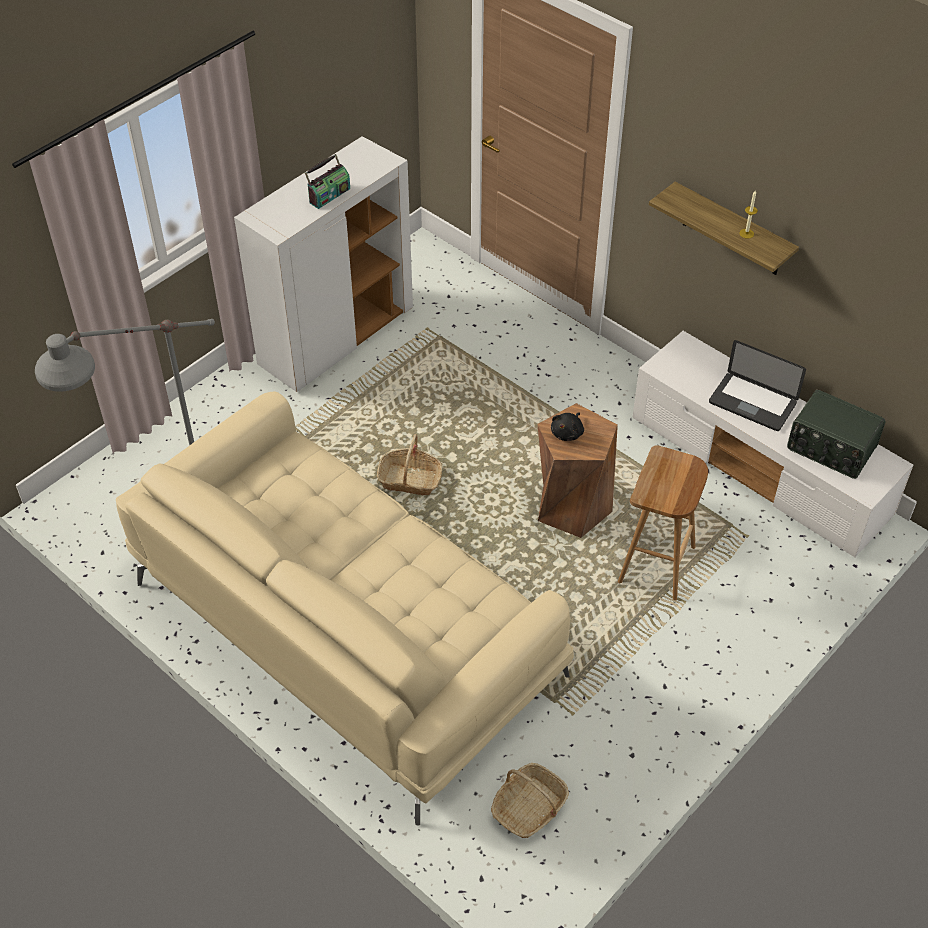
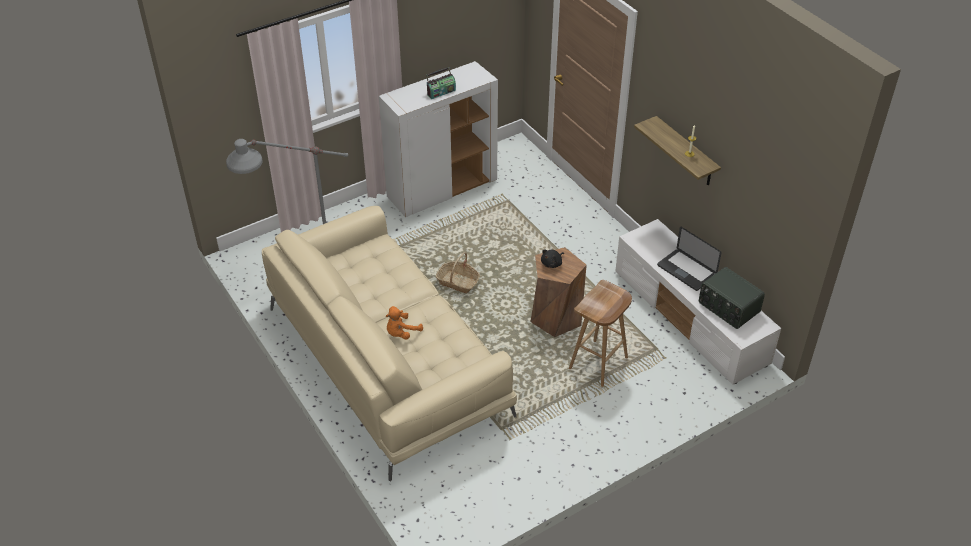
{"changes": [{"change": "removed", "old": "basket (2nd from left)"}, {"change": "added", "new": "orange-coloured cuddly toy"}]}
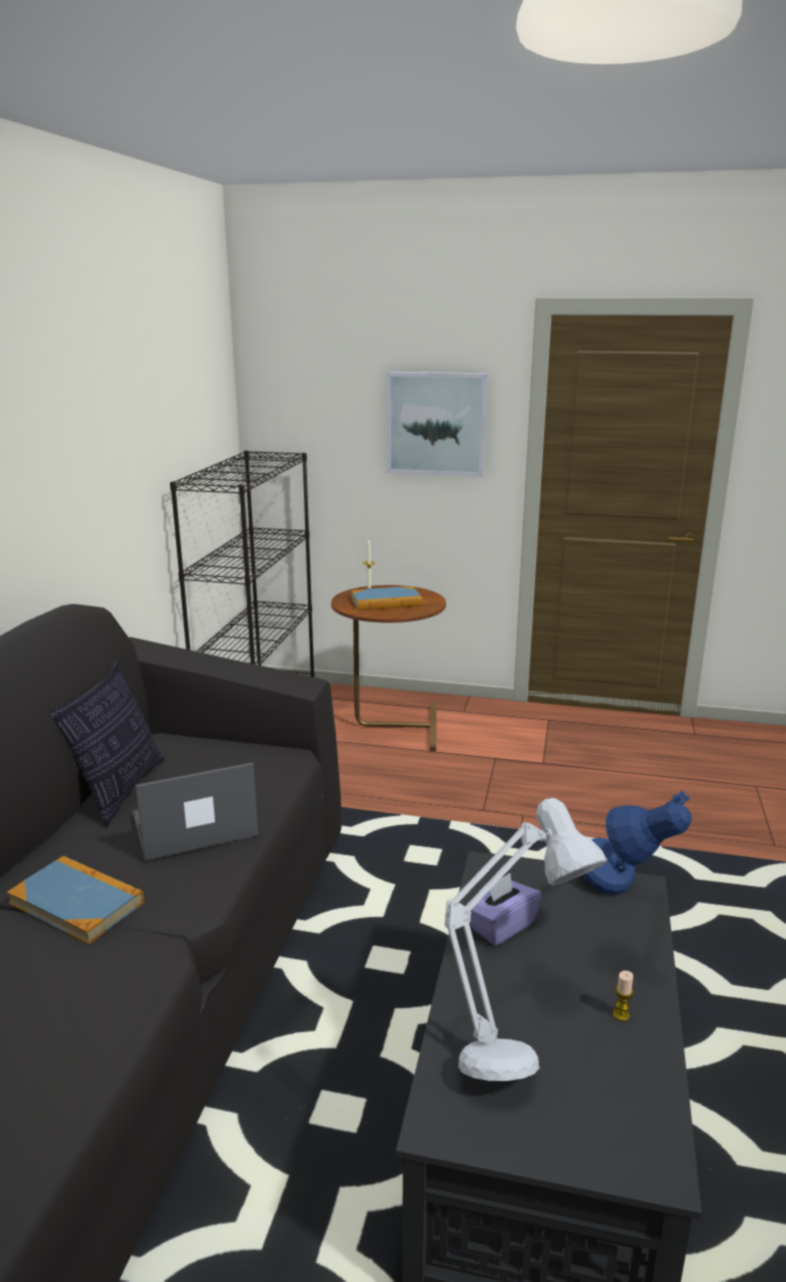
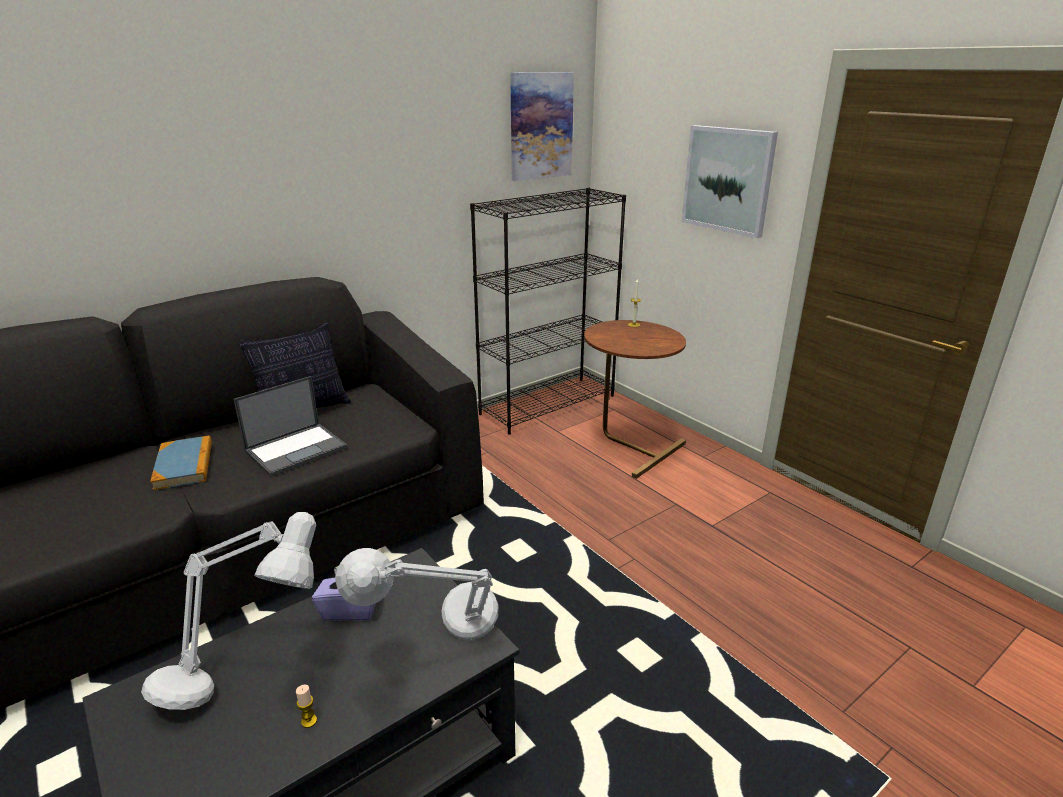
{"changes": [{"change": "turned", "old": "laptop", "degrees": 120}, {"change": "removed", "old": "book (2nd from left)"}, {"change": "recoloured", "old": "blue-coloured tabletop lamp", "new": "greyish tabletop lamp (2nd from left)"}, {"change": "added", "new": "wall art (1st from left)"}]}
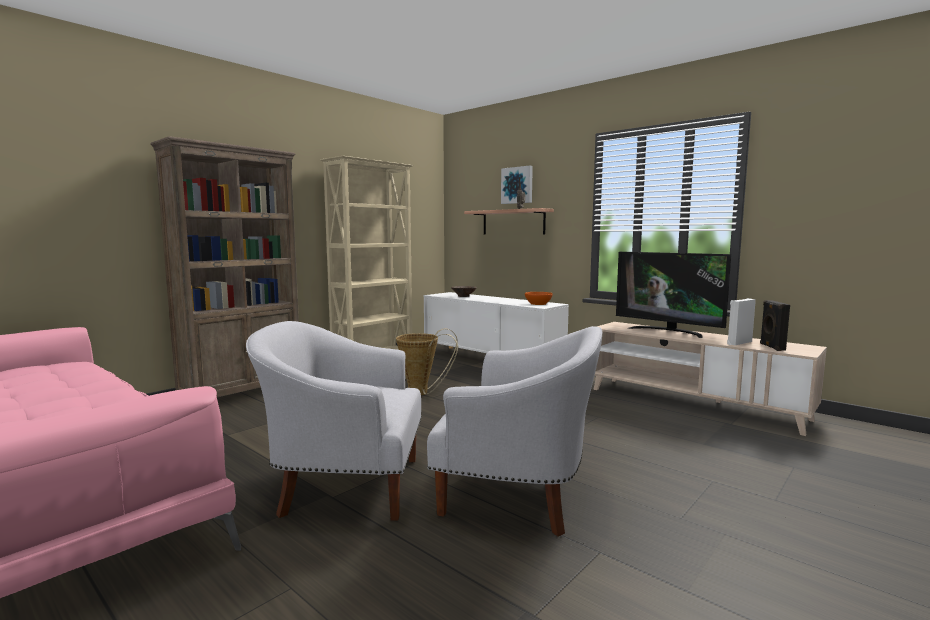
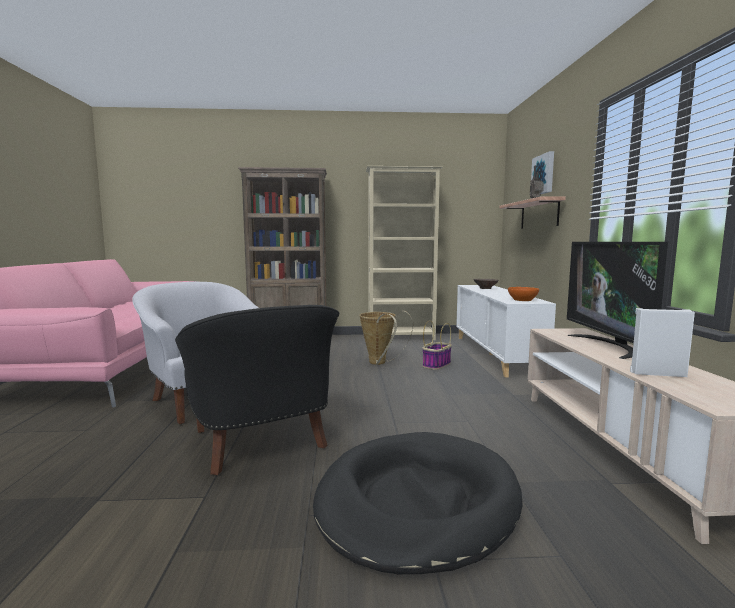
{"changes": [{"change": "recoloured", "old": "whitish armchair (2nd from left)", "new": "black-coloured armchair"}, {"change": "removed", "old": "black-coloured loudspeaker"}, {"change": "added", "new": "black-coloured dog cushion"}, {"change": "added", "new": "basket (2nd from left)"}]}
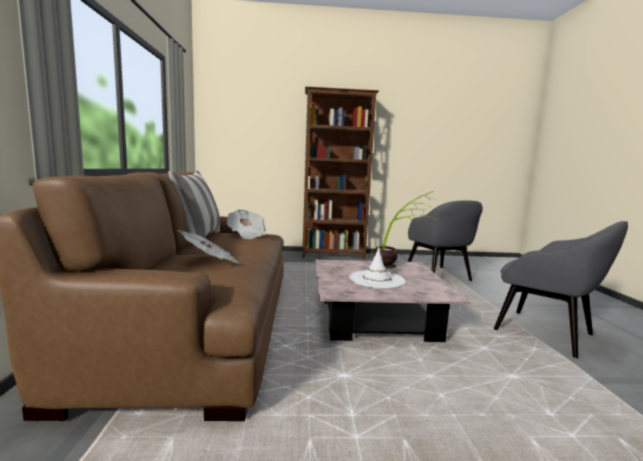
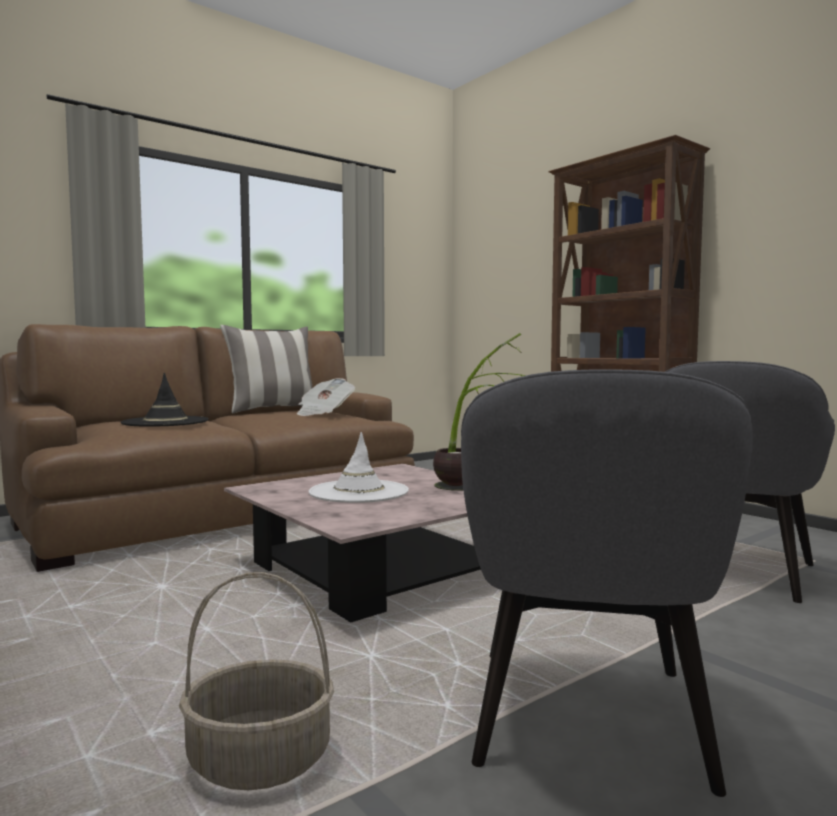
{"changes": [{"change": "replaced", "old": "daily paper (1st from left)", "new": "black-coloured wearable hat"}, {"change": "added", "new": "basket"}]}
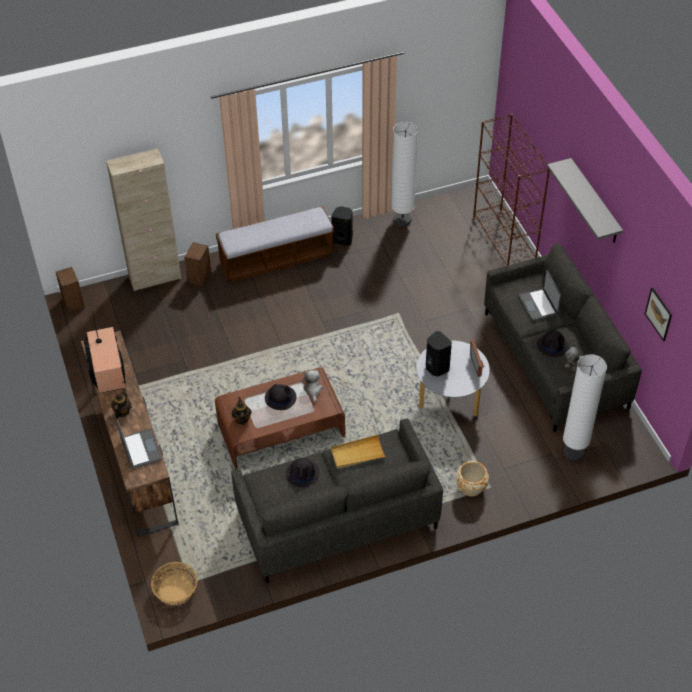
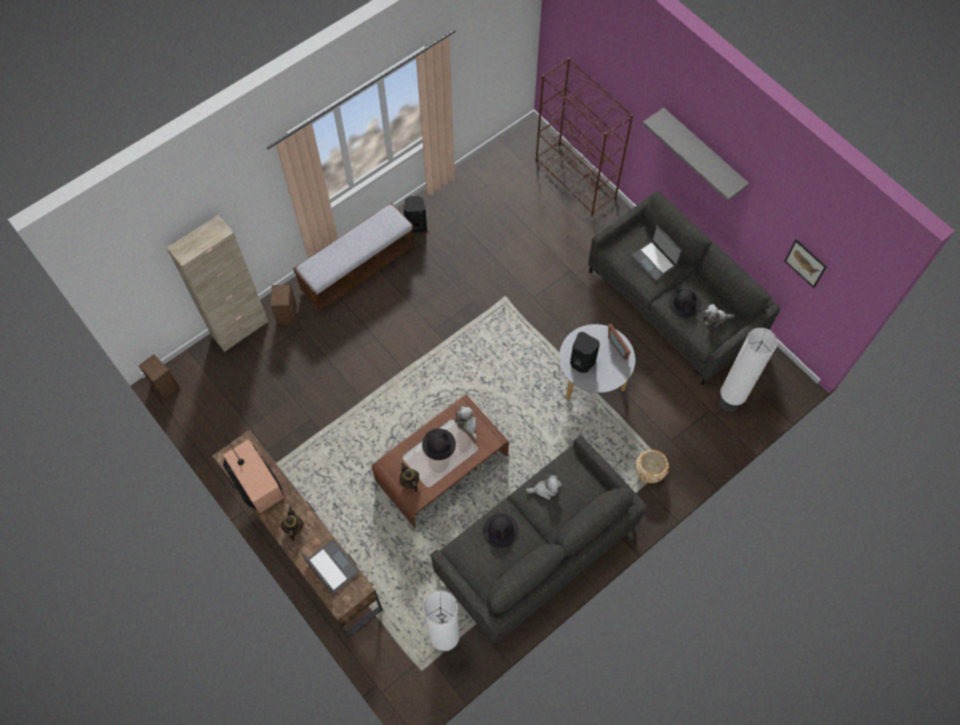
{"changes": [{"change": "removed", "old": "basket"}, {"change": "replaced", "old": "beige carrying tray", "new": "cuddly toy (2nd from left)"}, {"change": "moved", "old": "whitish floor lamp (1st from left)"}]}
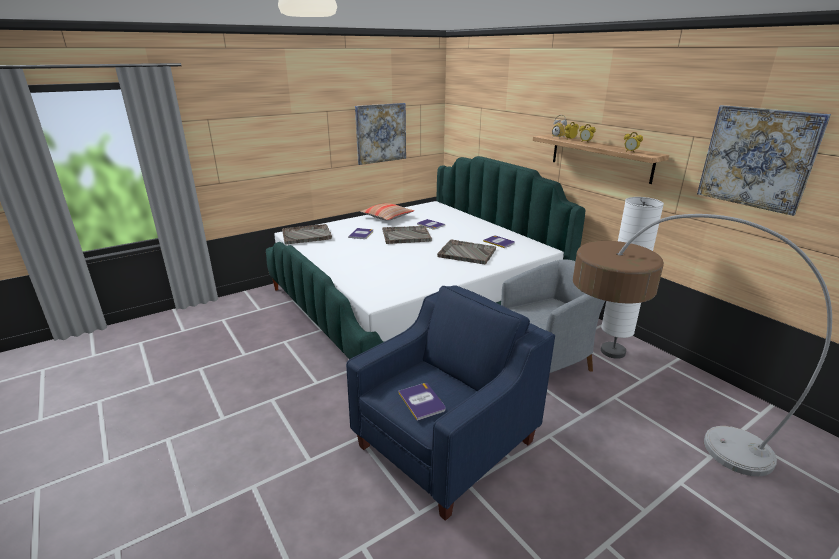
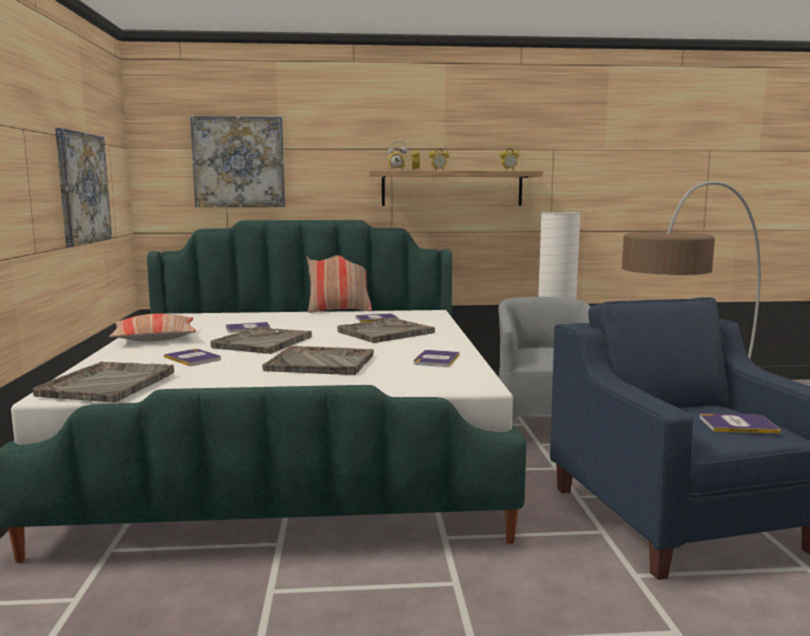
{"changes": [{"change": "moved", "old": "wall art (2nd from left)"}, {"change": "added", "new": "greyish carrying tray (3rd from left)"}, {"change": "added", "new": "throw pillow (2nd from left)"}, {"change": "added", "new": "book (4th from left)"}]}
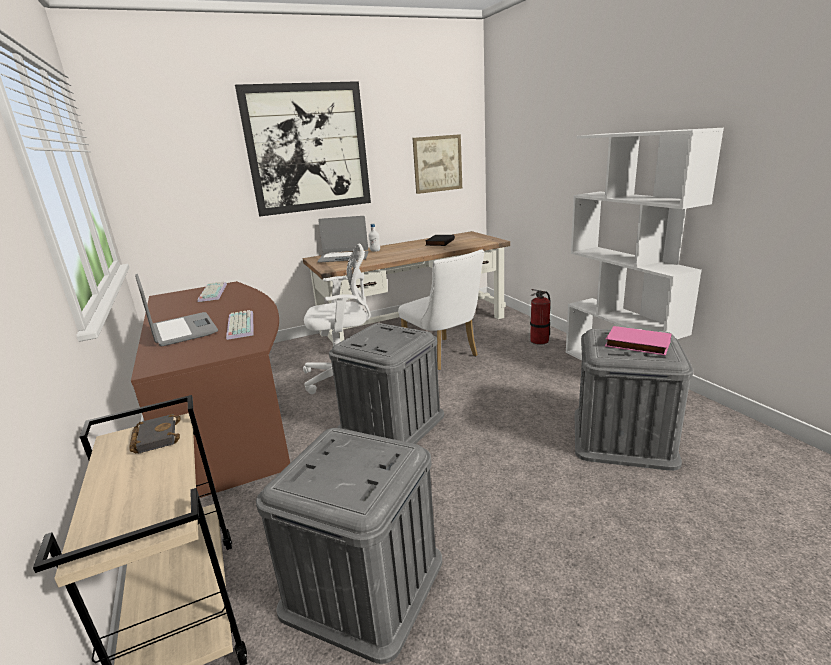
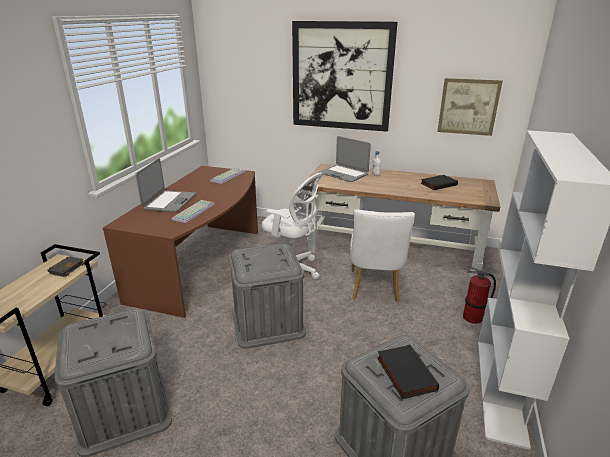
{"changes": [{"change": "recoloured", "old": "pink book", "new": "black-coloured book (2nd from left)"}]}
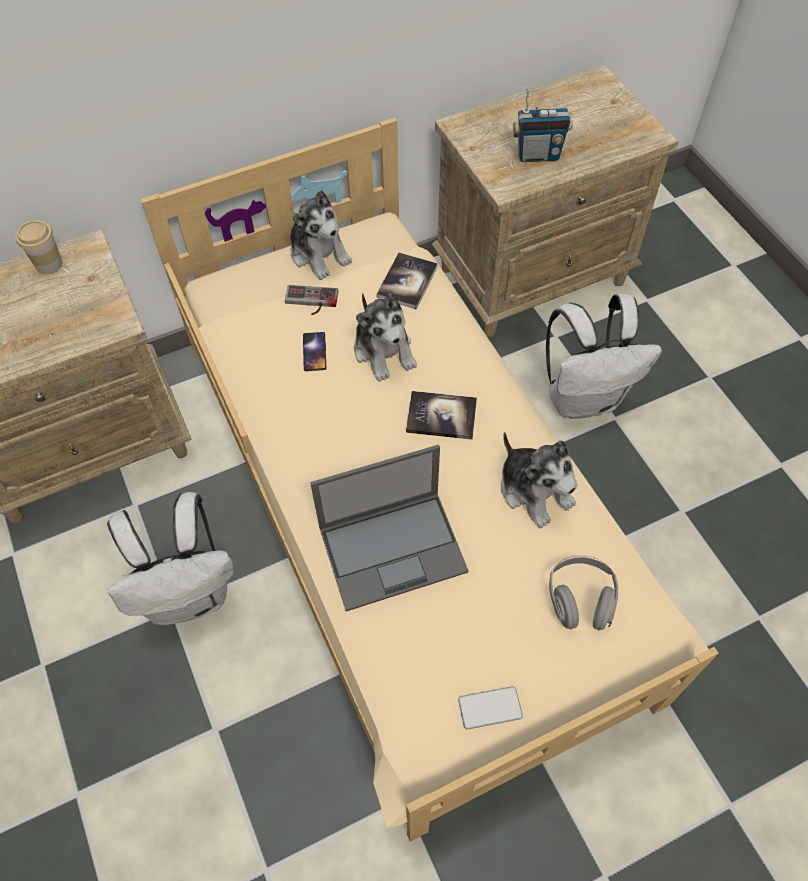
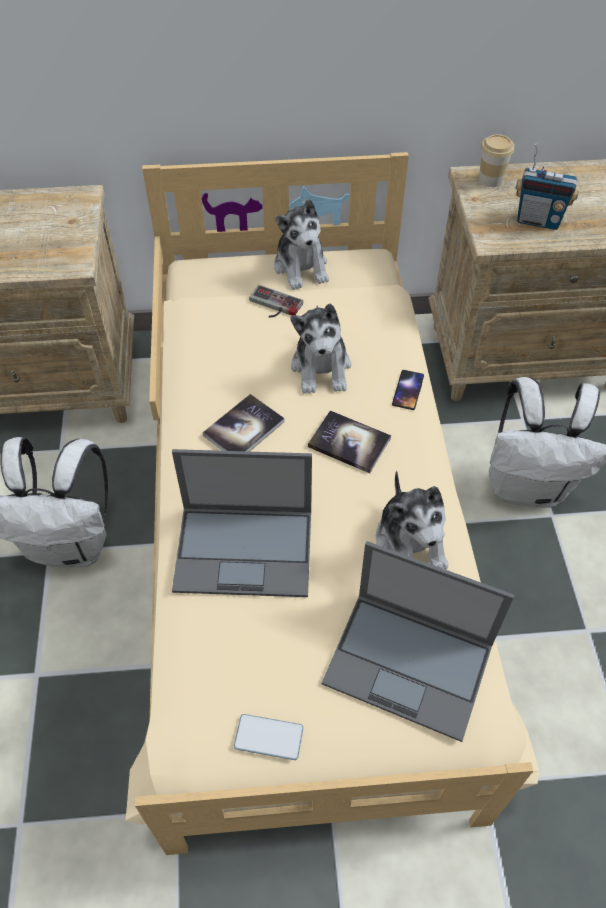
{"changes": [{"change": "moved", "old": "cup"}, {"change": "moved", "old": "handset (1st from left in the first image)", "new": "handset (2nd from left)"}, {"change": "moved", "old": "book (1st from left)"}, {"change": "replaced", "old": "greyish pair of headphones", "new": "laptop (2nd from left)"}]}
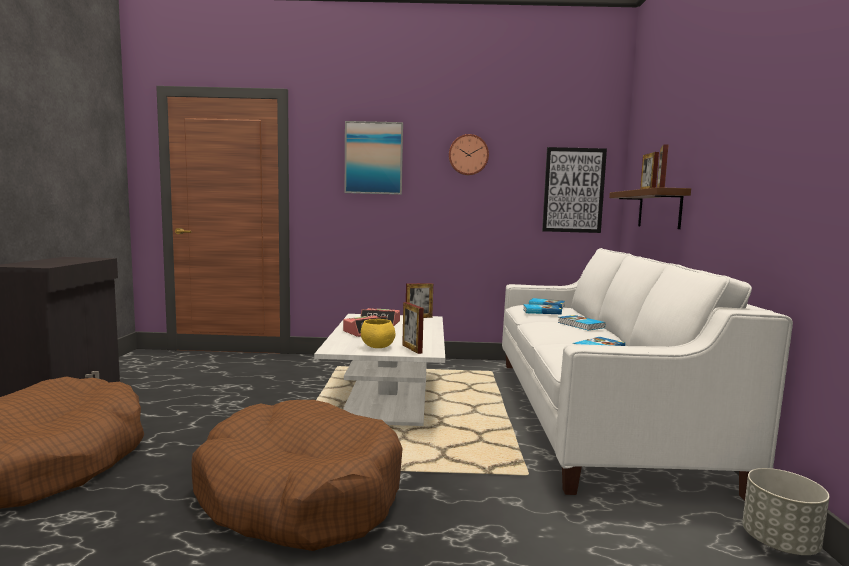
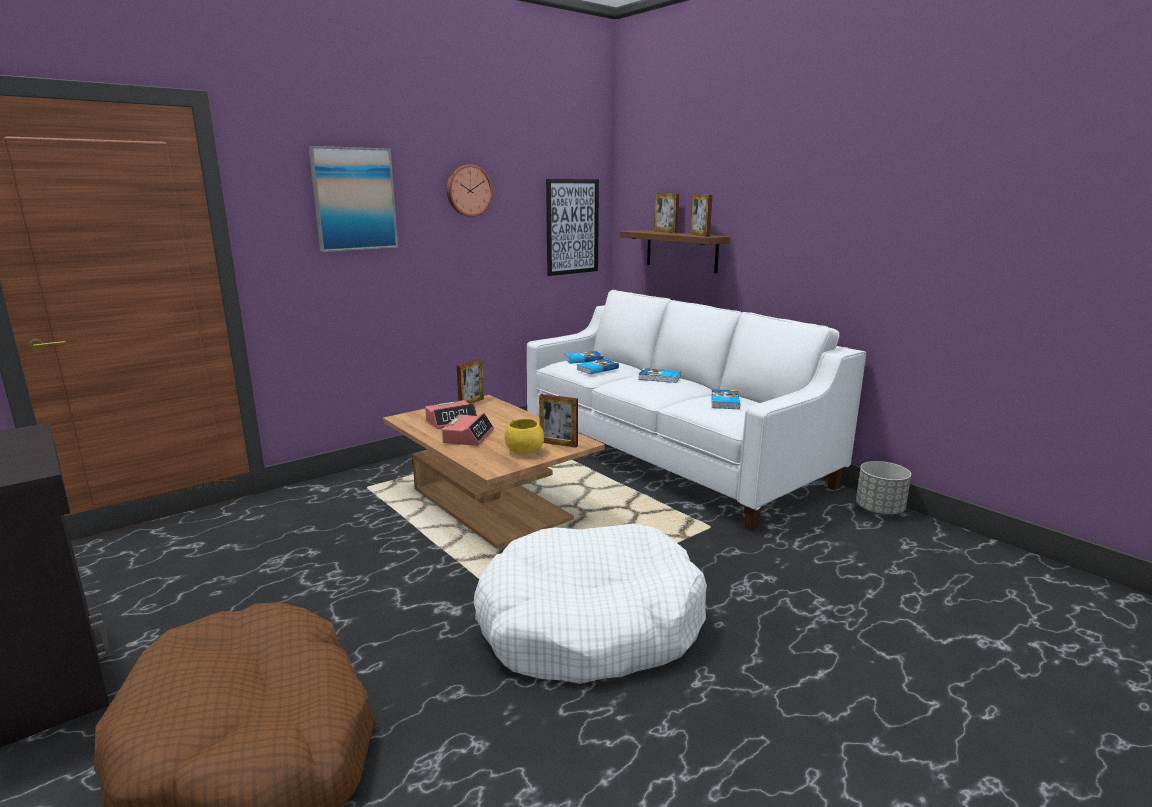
{"changes": [{"change": "recoloured", "old": "brownish dog cushion (2nd from left)", "new": "whitish dog cushion"}, {"change": "recoloured", "old": "whitish coffee table", "new": "brownish coffee table"}]}
